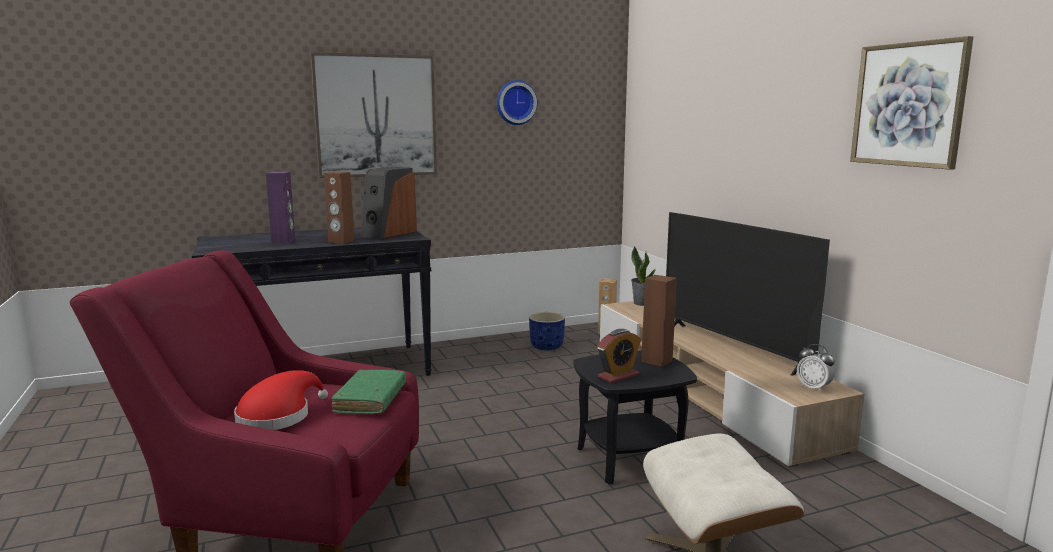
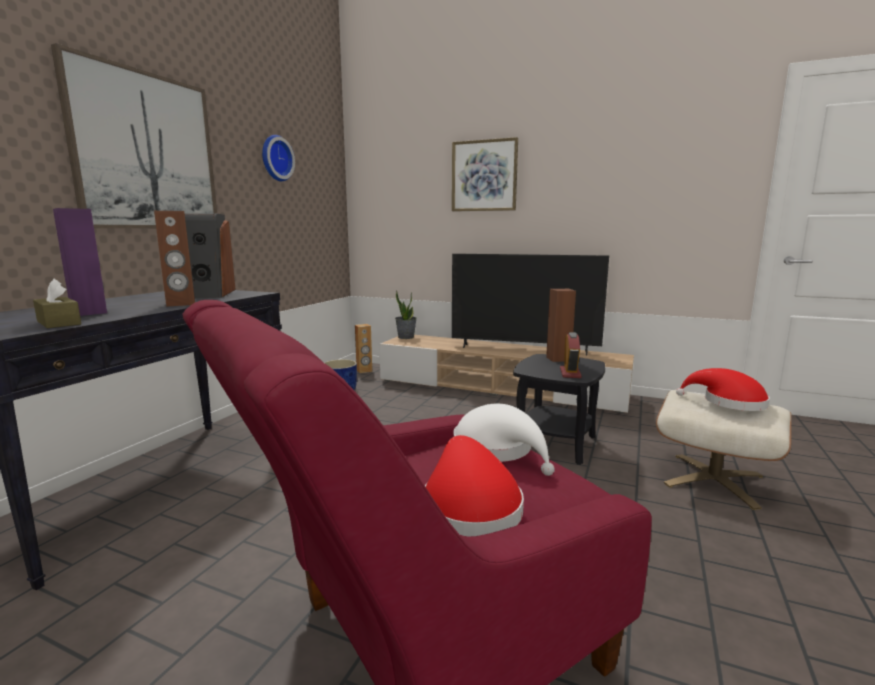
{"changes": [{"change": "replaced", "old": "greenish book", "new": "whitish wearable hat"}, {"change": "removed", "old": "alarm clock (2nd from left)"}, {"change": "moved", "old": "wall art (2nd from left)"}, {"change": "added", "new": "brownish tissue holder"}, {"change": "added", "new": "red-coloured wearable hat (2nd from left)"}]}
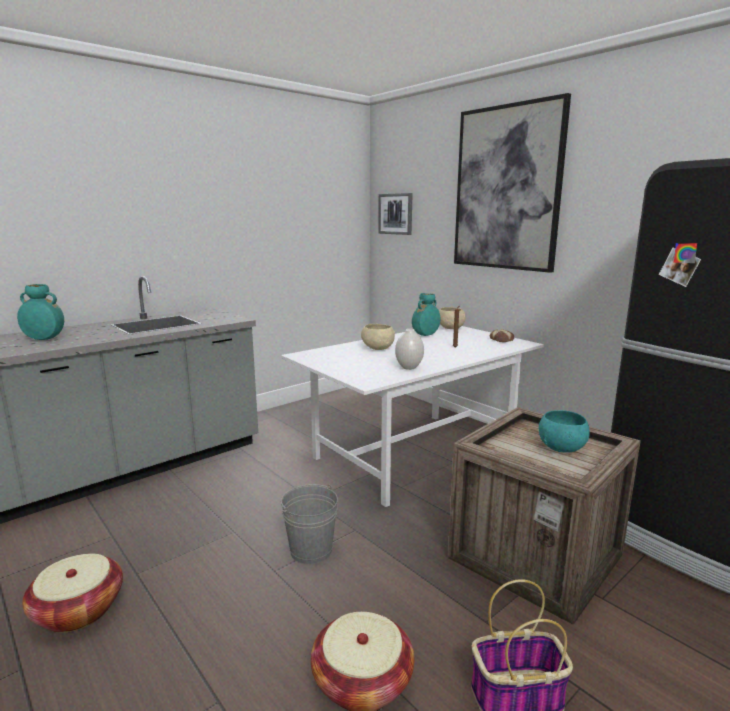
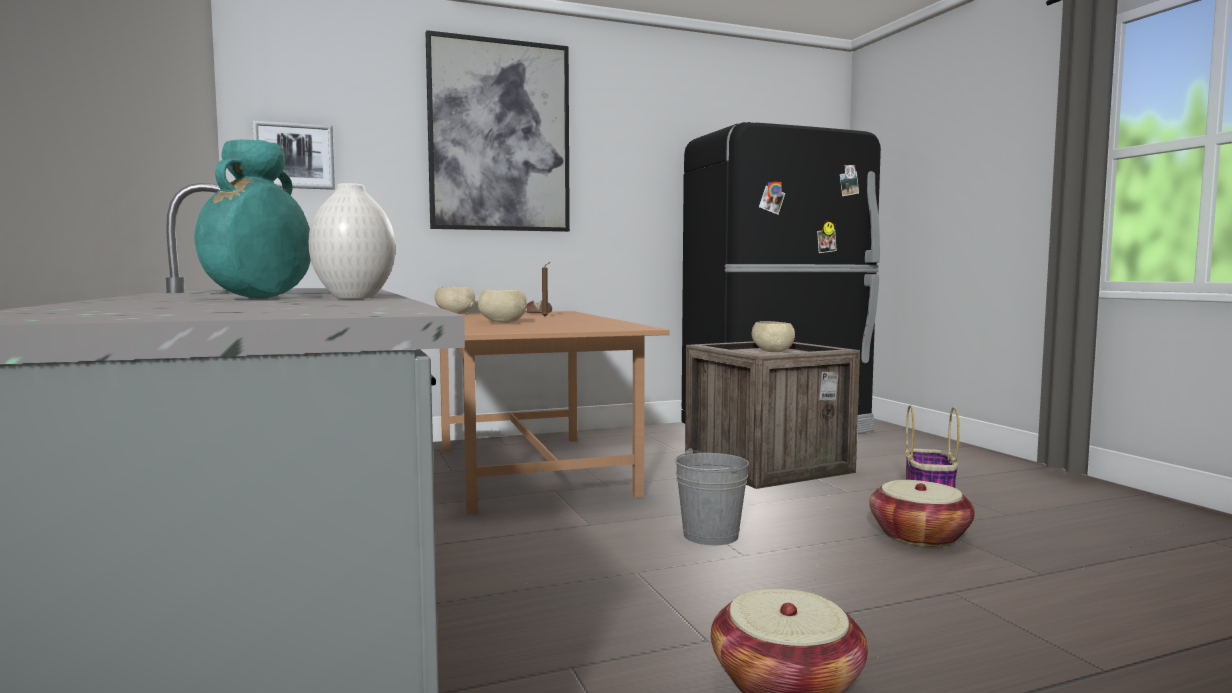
{"changes": [{"change": "recoloured", "old": "whitish kitchen table", "new": "brownish kitchen table"}, {"change": "moved", "old": "whitish decorative vase"}, {"change": "removed", "old": "turquoise-coloured decorative vase (2nd from left)"}, {"change": "recoloured", "old": "turquoise-coloured deep dish", "new": "beige deep dish (3rd from left)"}]}
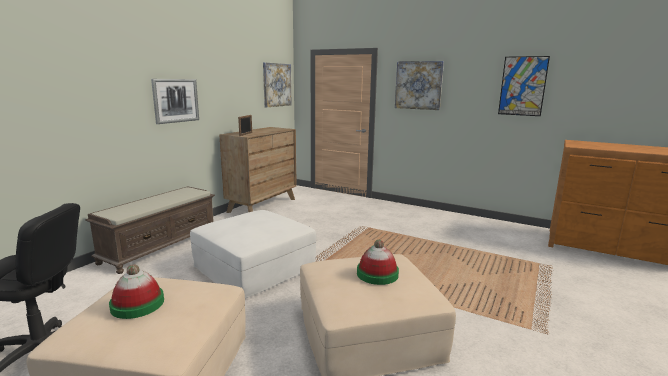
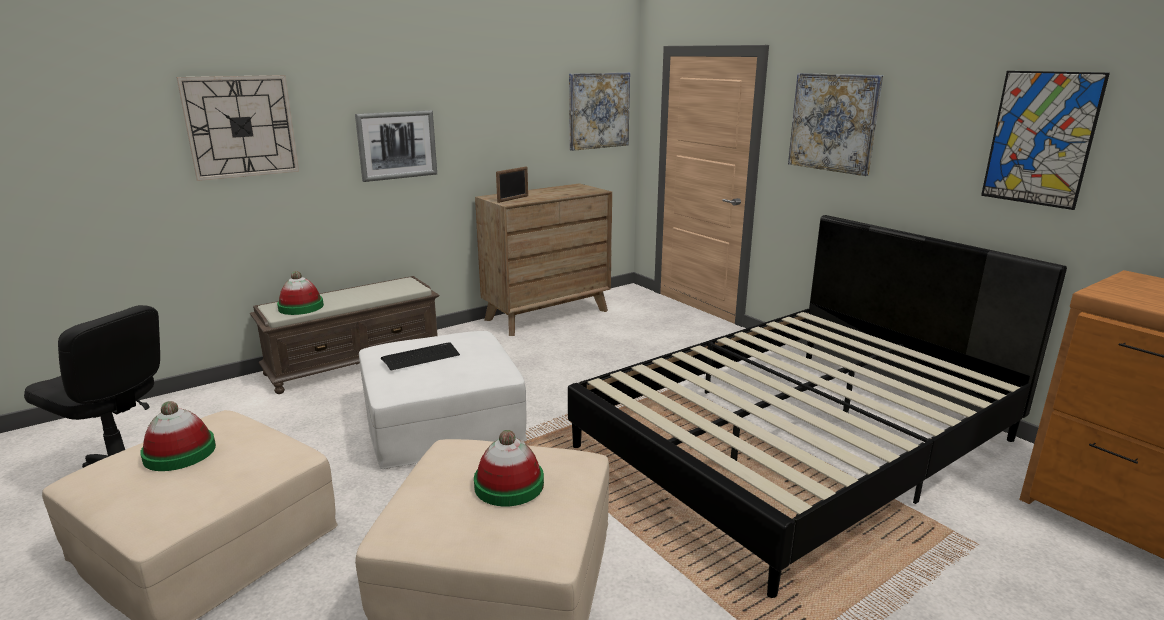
{"changes": [{"change": "added", "new": "clock on the wall"}, {"change": "added", "new": "wearable hat (2nd from left)"}, {"change": "added", "new": "computer keyboard"}, {"change": "added", "new": "black-coloured sleeping bed"}]}
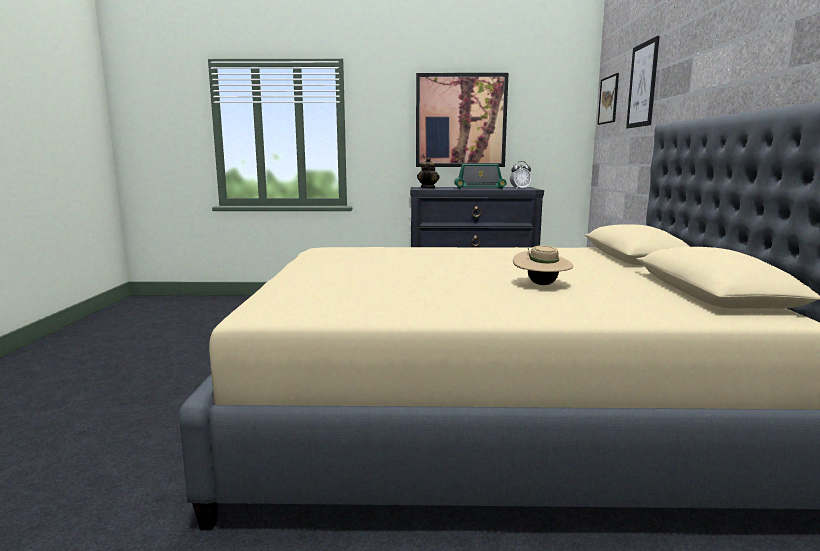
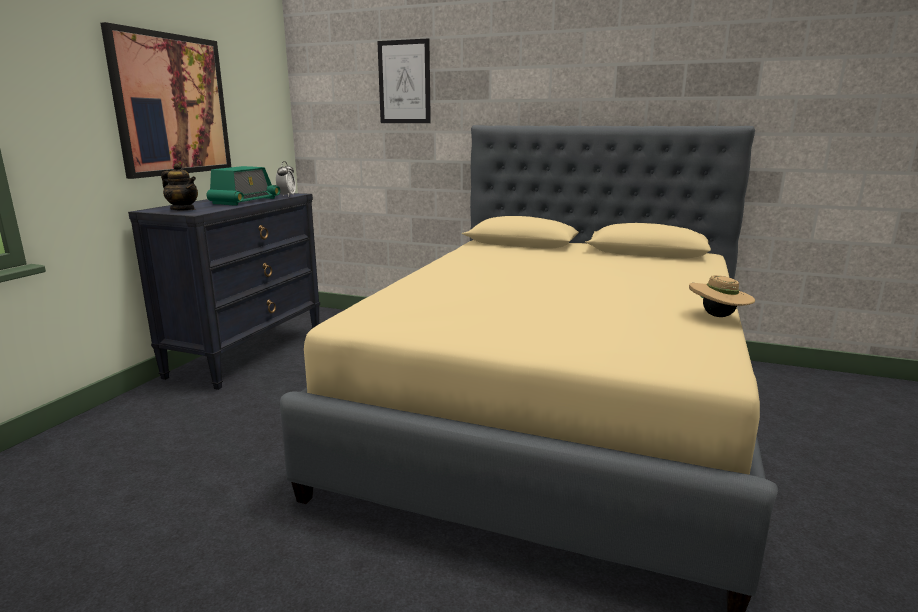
{"changes": [{"change": "moved", "old": "beige wearable hat"}, {"change": "removed", "old": "wall art (2nd from left)"}]}
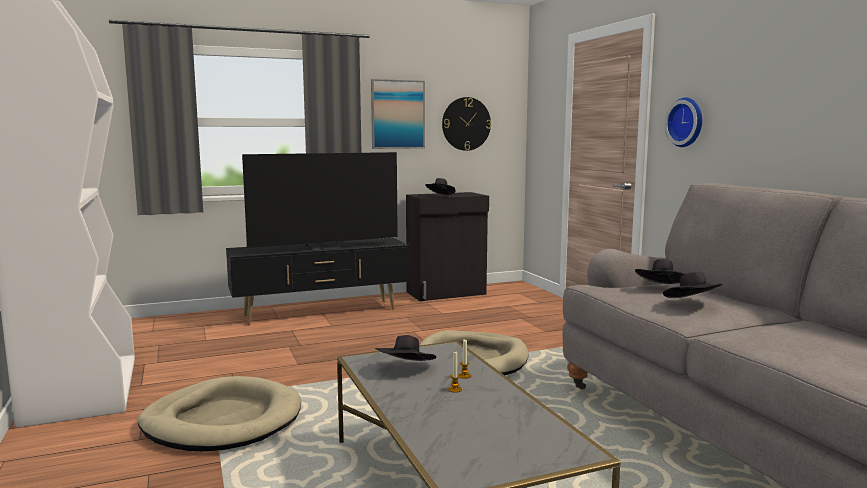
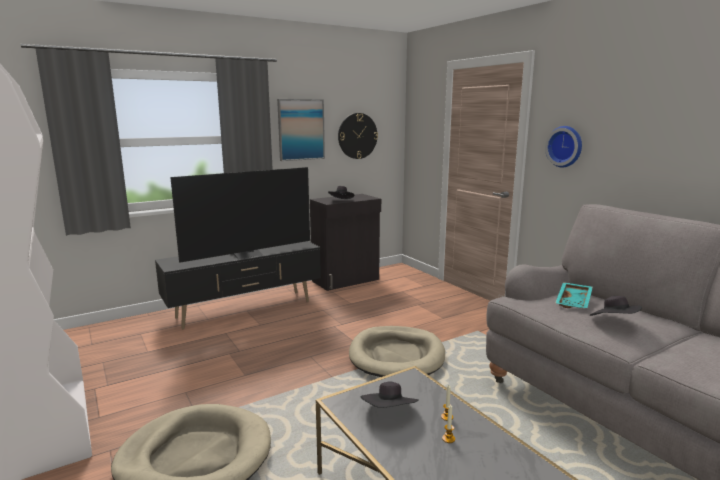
{"changes": [{"change": "replaced", "old": "black-coloured wearable hat (3rd from left)", "new": "turquoise-coloured carrying tray"}]}
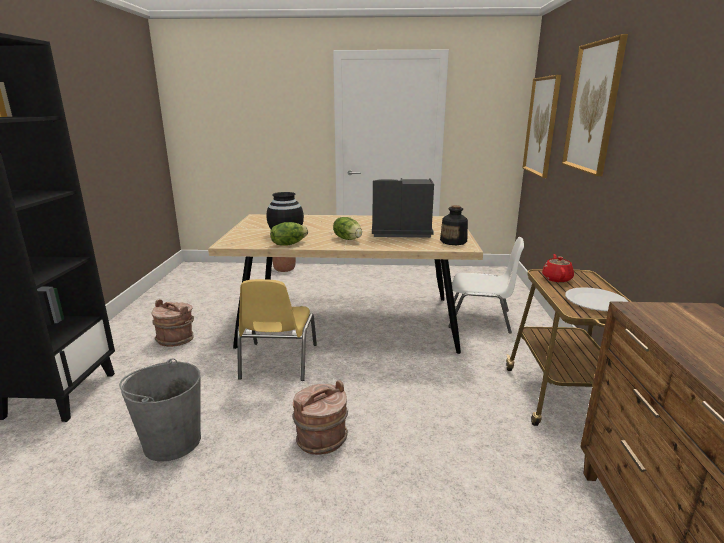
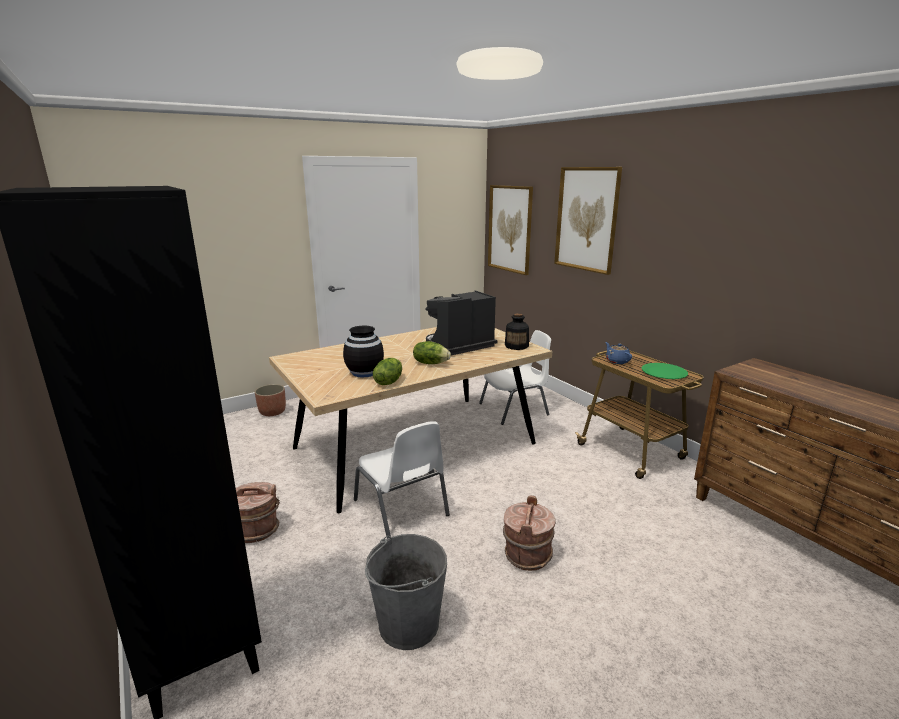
{"changes": [{"change": "recoloured", "old": "yellow-coloured upright chair", "new": "whitish upright chair (1st from left)"}, {"change": "recoloured", "old": "red-coloured tea pot", "new": "blue-coloured tea pot"}, {"change": "recoloured", "old": "whitish flat dish", "new": "greenish flat dish"}]}
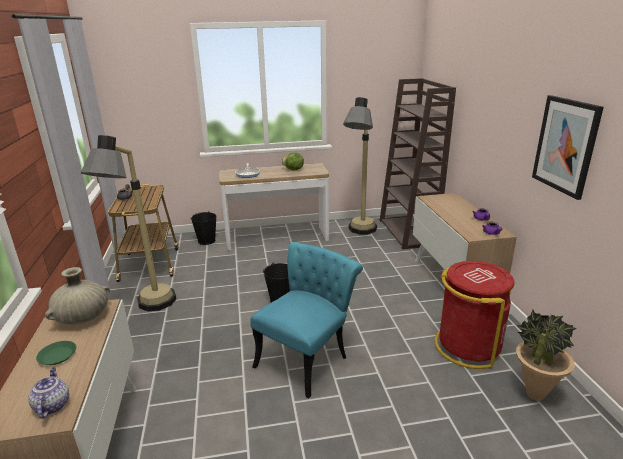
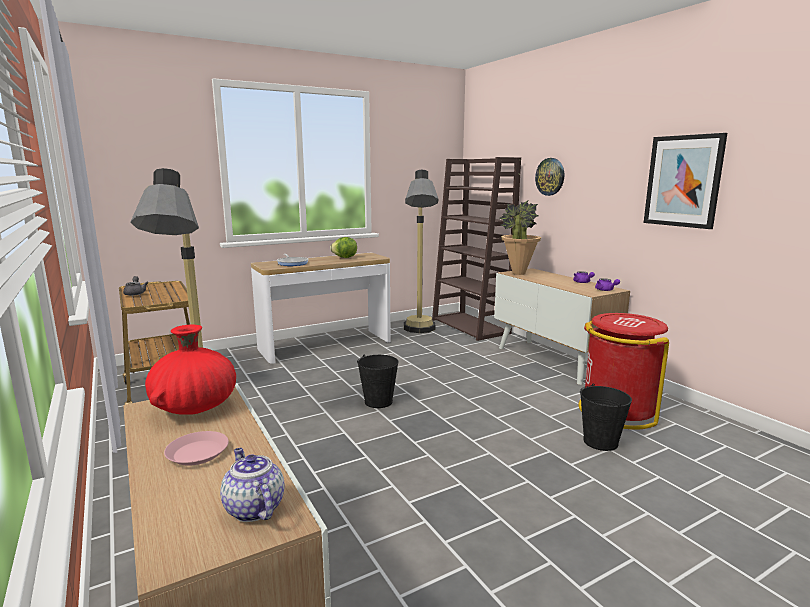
{"changes": [{"change": "recoloured", "old": "greenish flat dish", "new": "pink flat dish"}, {"change": "recoloured", "old": "beige decorative vase", "new": "red-coloured decorative vase"}, {"change": "moved", "old": "black-coloured pail (1st from left in the first image)", "new": "black-coloured pail (2nd from left)"}, {"change": "removed", "old": "turquoise-coloured upright chair"}, {"change": "moved", "old": "potted plant"}, {"change": "added", "new": "clock on the wall"}]}
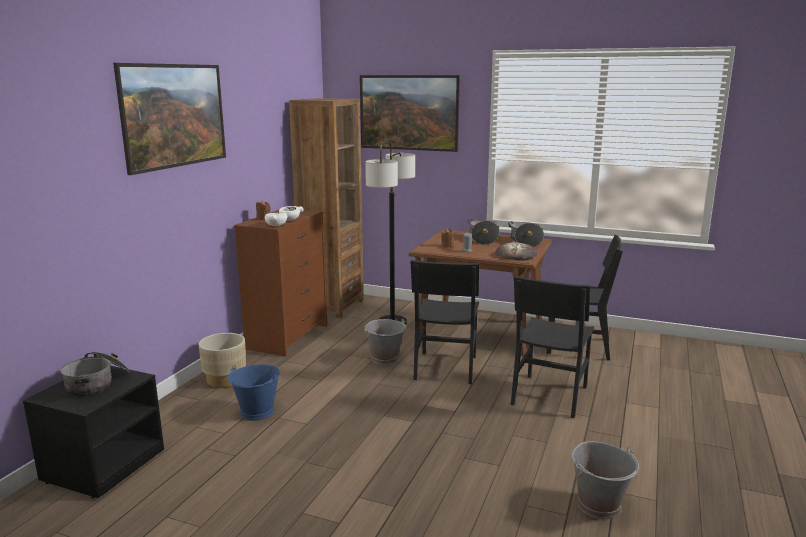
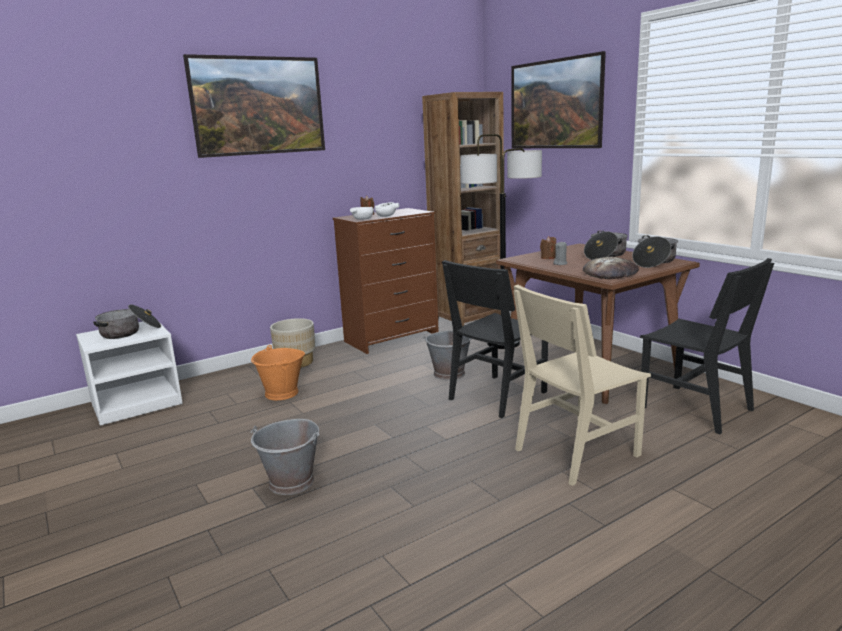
{"changes": [{"change": "recoloured", "old": "black-coloured nightstand", "new": "whitish nightstand"}, {"change": "recoloured", "old": "blue-coloured pail", "new": "orange-coloured pail"}, {"change": "recoloured", "old": "black-coloured upright chair (2nd from left)", "new": "beige upright chair"}, {"change": "moved", "old": "greyish pail (2nd from left in the first image)", "new": "greyish pail (1st from left)"}]}
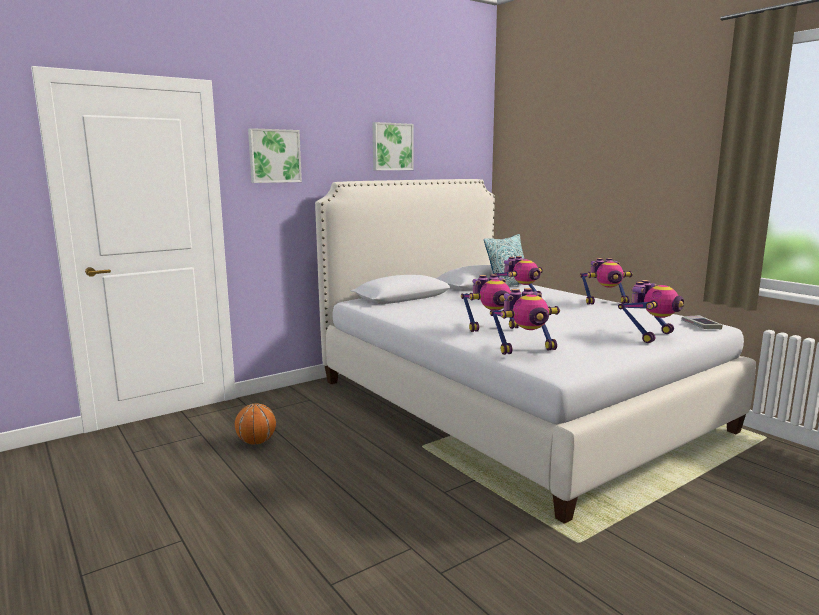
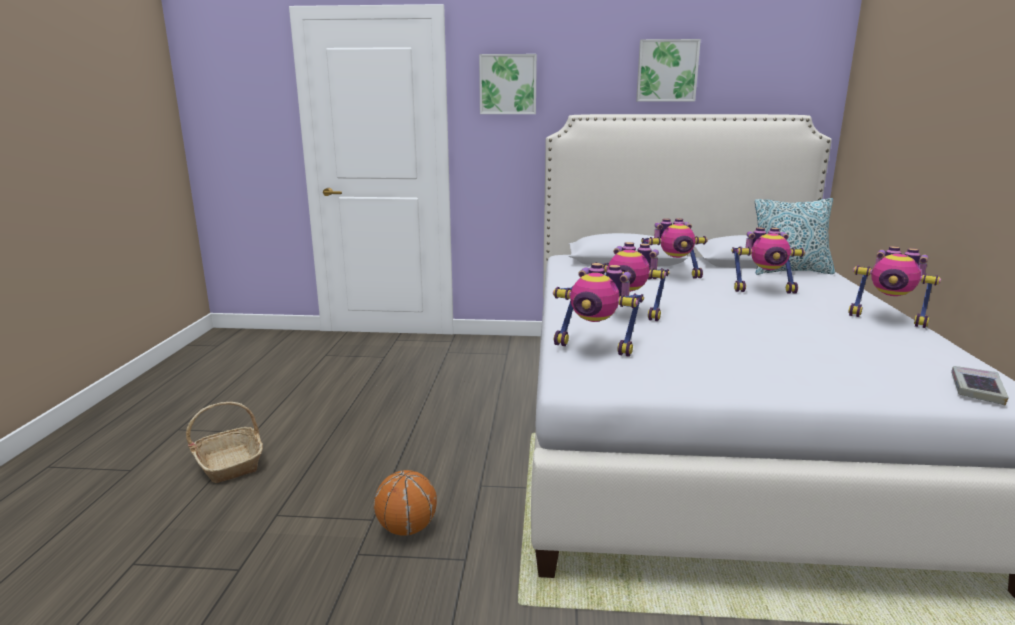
{"changes": [{"change": "moved", "old": "ball for basketball"}, {"change": "moved", "old": "robot figure (5th from left in the first image)", "new": "robot figure (3rd from left)"}, {"change": "added", "new": "basket"}]}
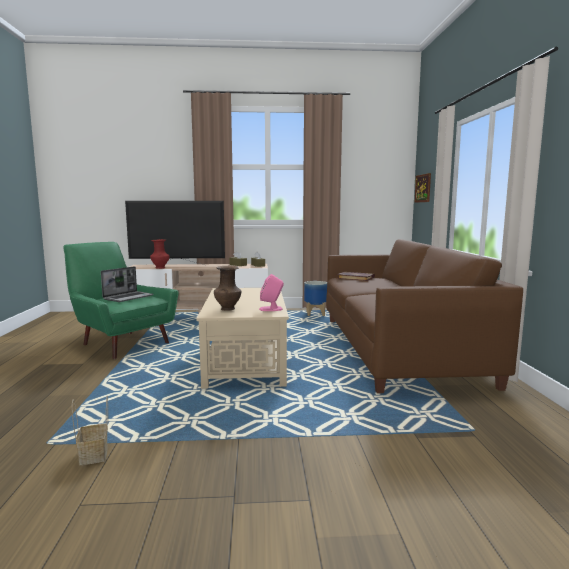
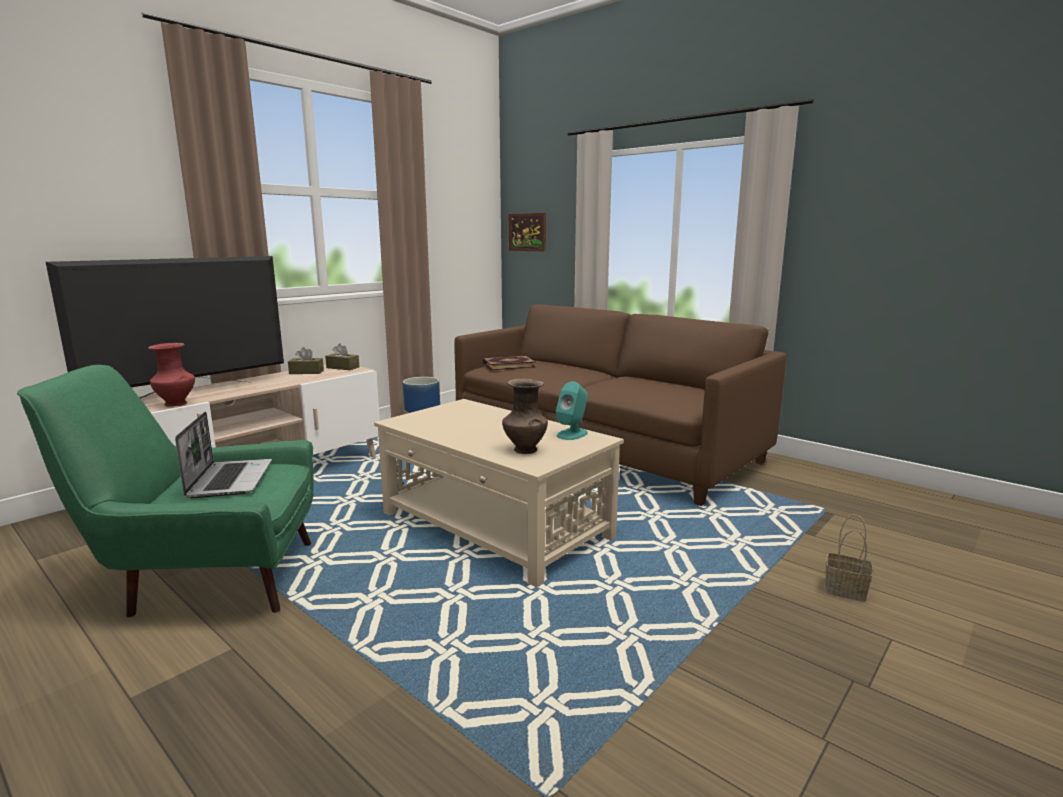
{"changes": [{"change": "moved", "old": "basket"}, {"change": "recoloured", "old": "pink loudspeaker", "new": "turquoise-coloured loudspeaker"}]}
